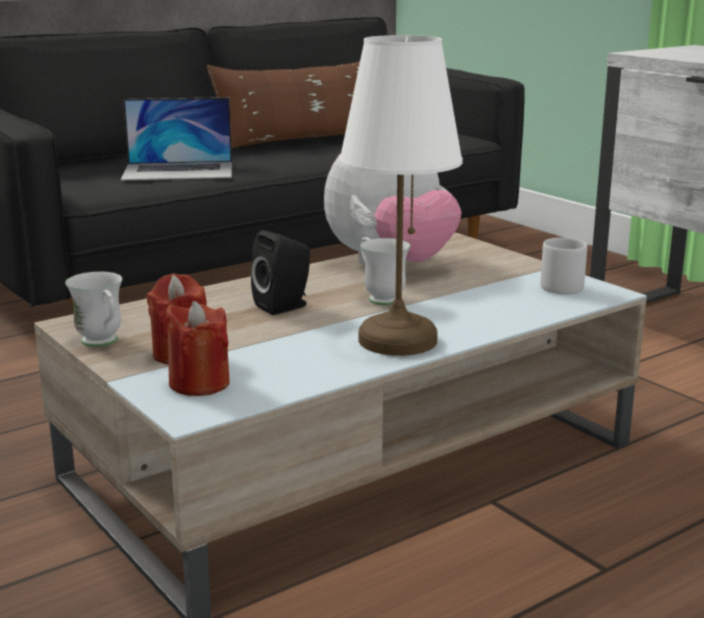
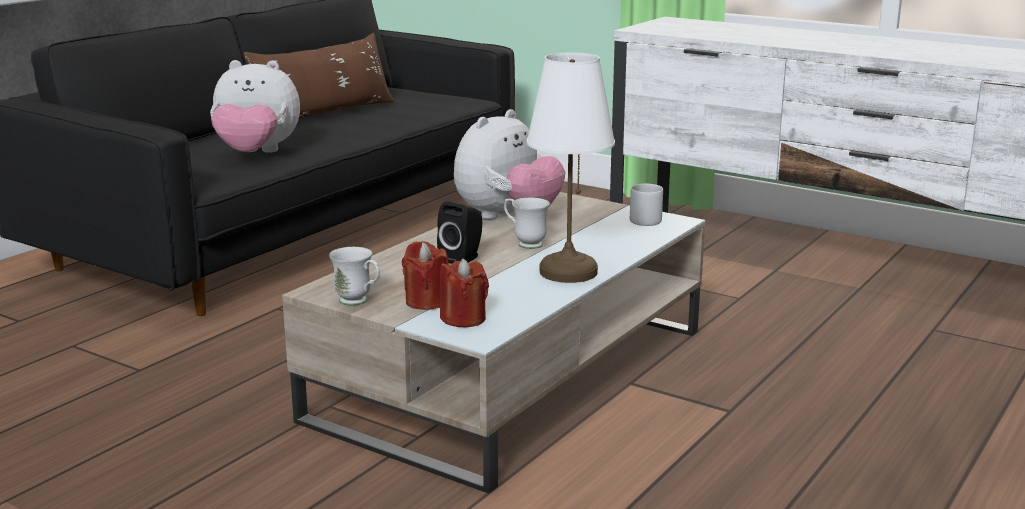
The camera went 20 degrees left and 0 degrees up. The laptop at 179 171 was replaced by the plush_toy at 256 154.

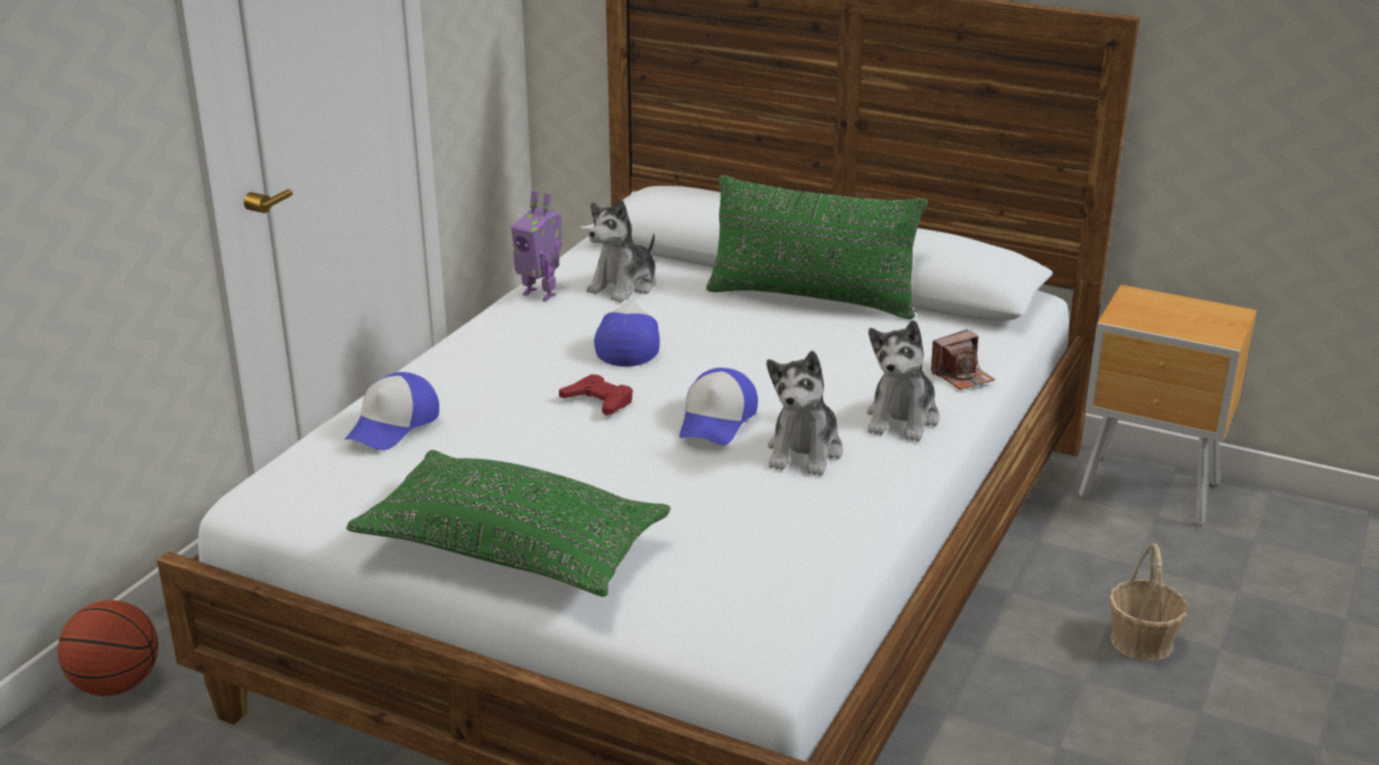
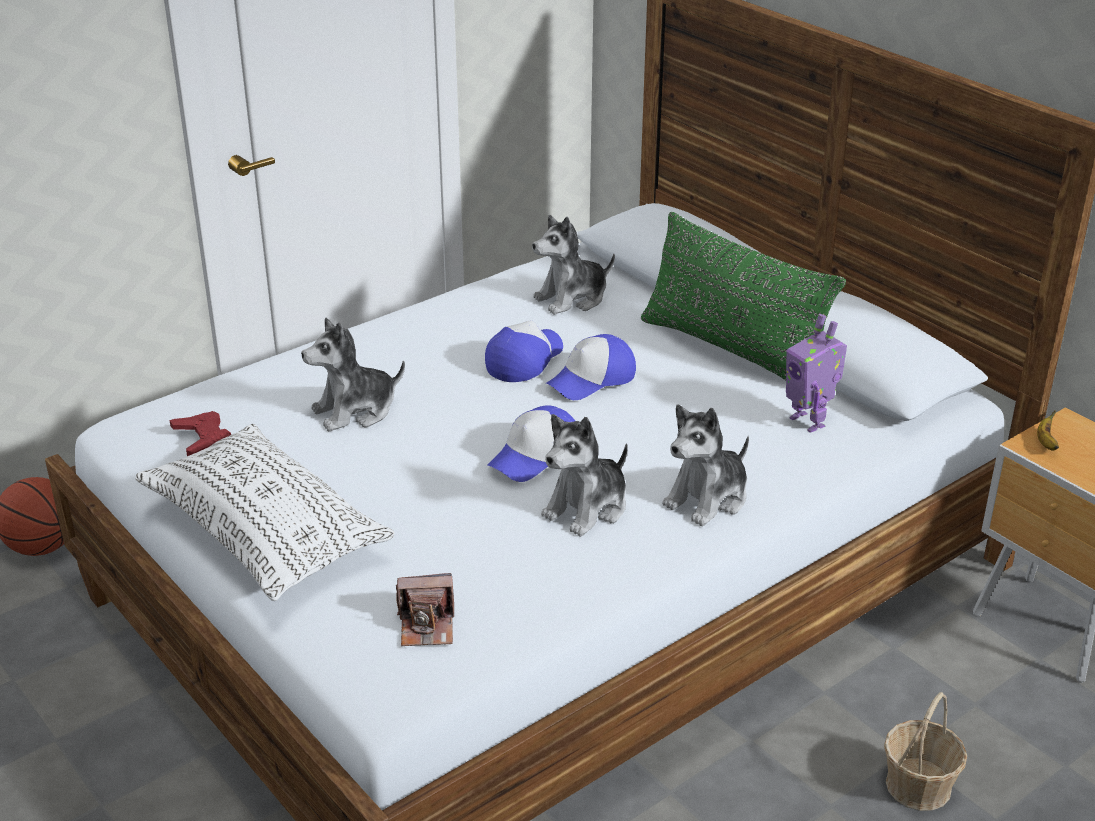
The camera went 25 degrees right and 5 degrees up. The cap moved from 393 425 to 592 379. The green_pillow at 512 550 became the white_pillow at 265 533. The toy_robot moved from 540 294 to 809 421. The red_game_controller moved from 598 401 to 203 439. The photo_camera moved from 962 376 to 427 626. The plush_toy at 355 411 appeared. The banana at 1046 442 appeared.

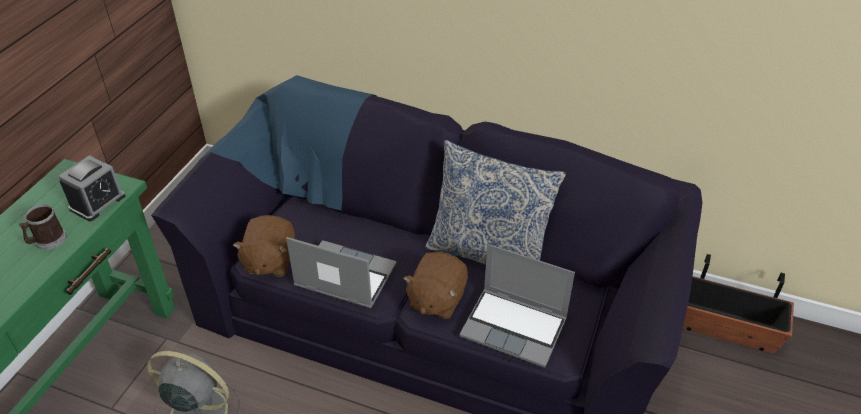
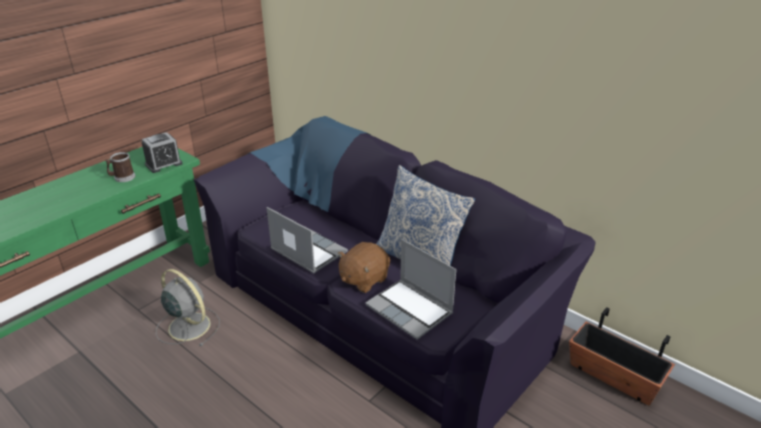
The camera went 20 degrees right and 10 degrees down. The brown_plush_toy at 269 261 disappeared.

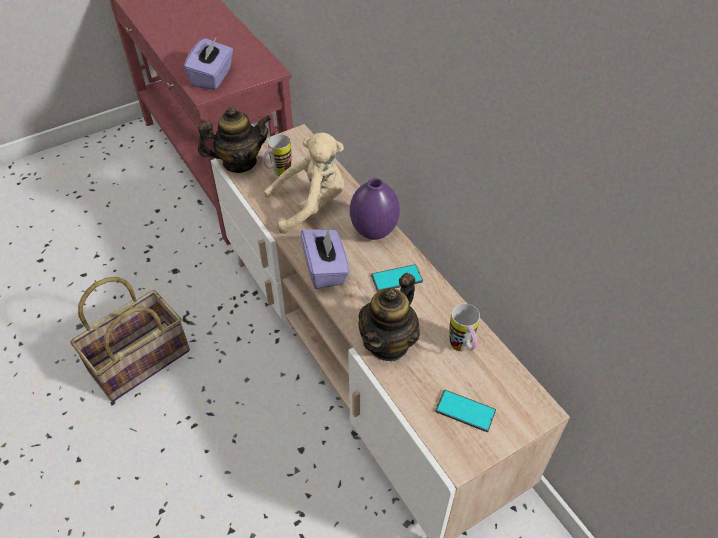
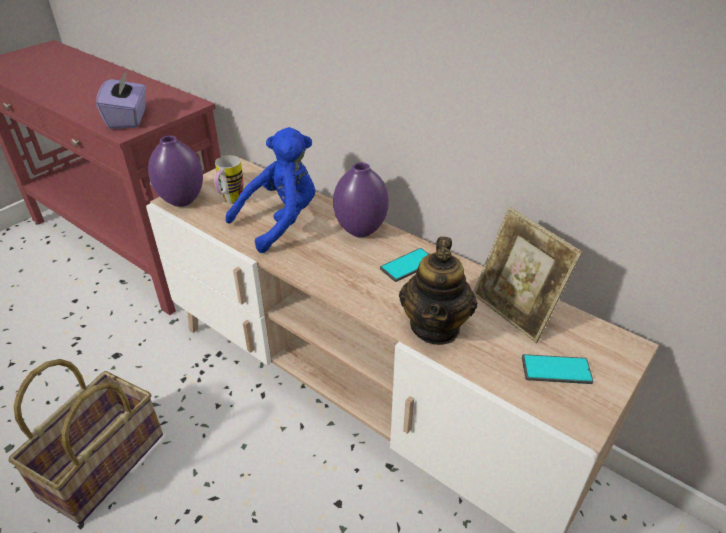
The camera went 20 degrees left and 10 degrees down. The teapot at 239 163 was replaced by the purple_vase at 181 201. The beige_plush_toy at 311 205 became the blue_plush_toy at 281 222. The purple_tissue_box at 325 269 disappeared. The mug at 462 349 was replaced by the picture_frame at 514 311.

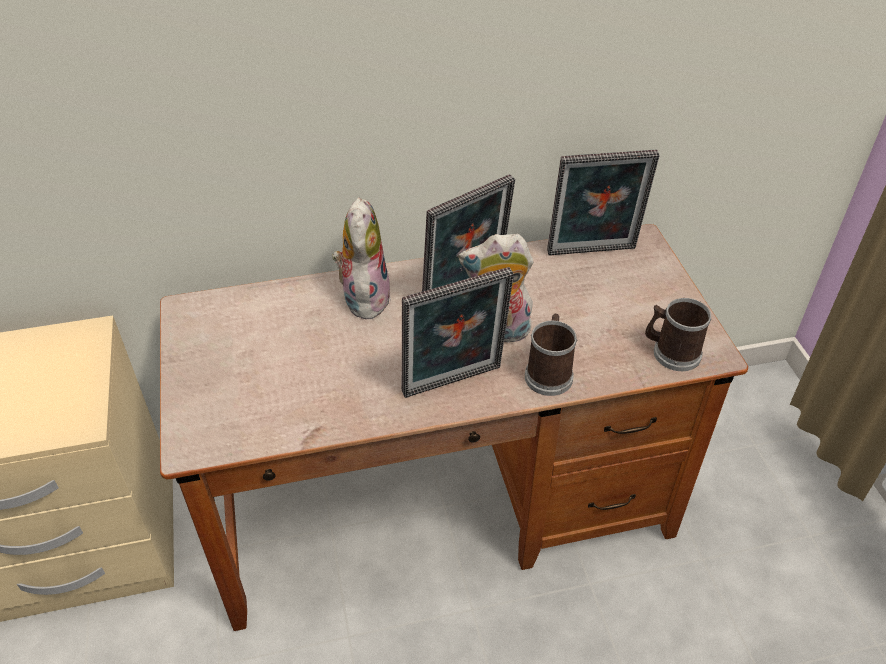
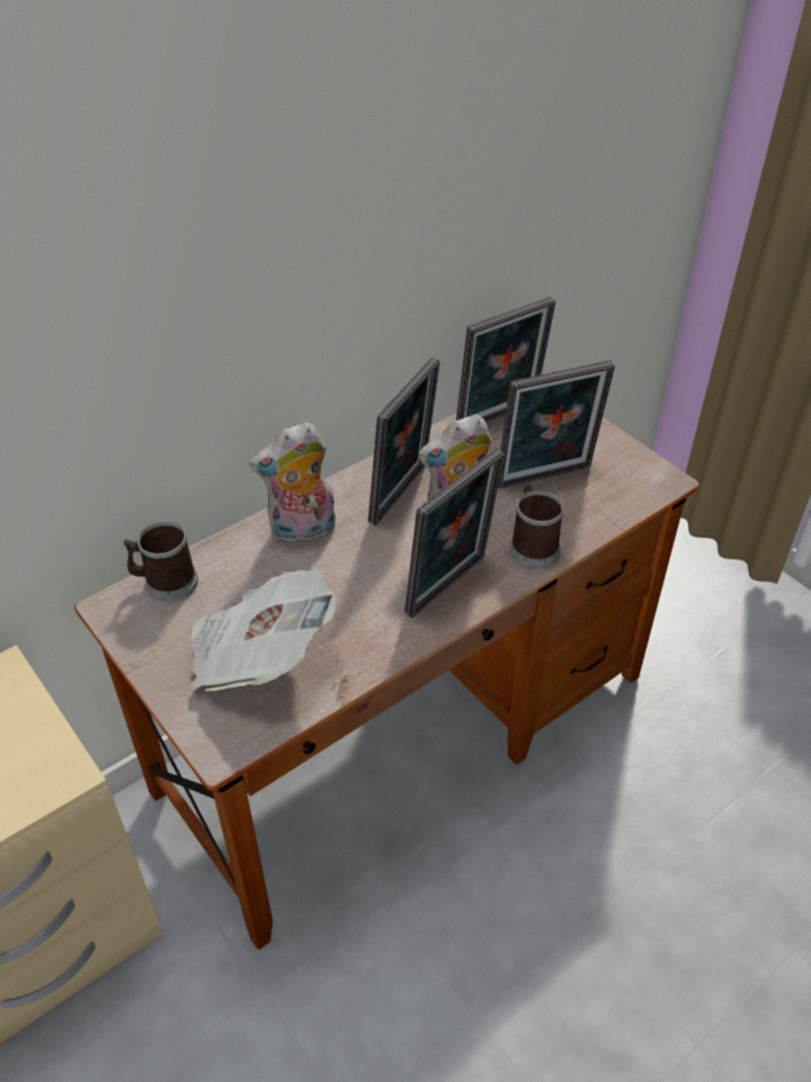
The camera went 25 degrees left and 0 degrees up. The plush_toy at 364 297 turned 90 degrees counterclockwise. The mug moved from 671 352 to 165 582. The newspaper at 259 655 appeared. The picture_frame at 546 479 appeared.

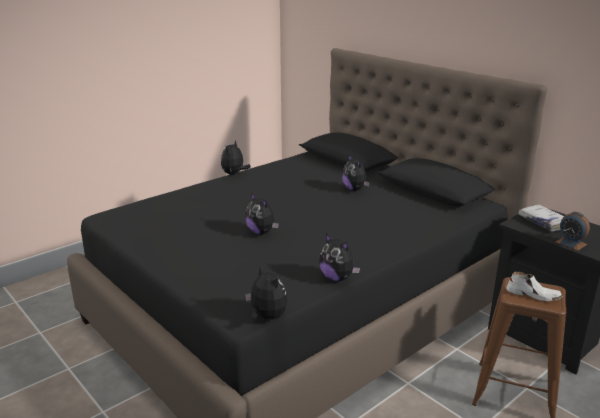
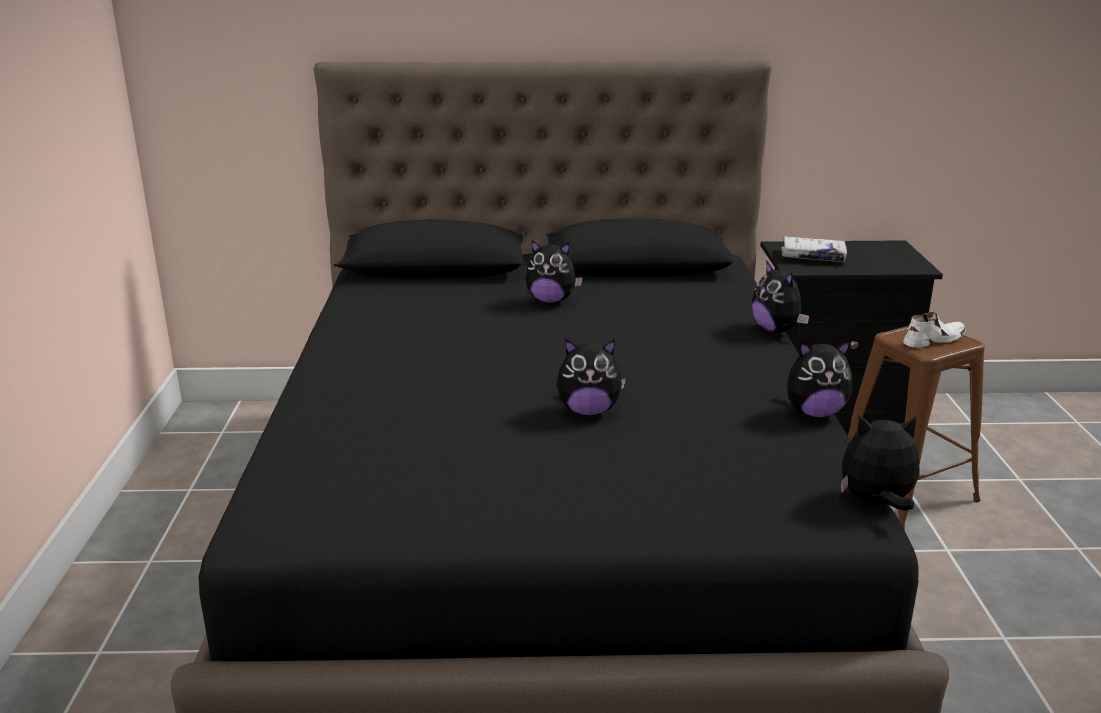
The camera went 50 degrees left and 0 degrees up. The plush_toy moved from 234 174 to 776 330. The alarm_clock at 571 243 disappeared.

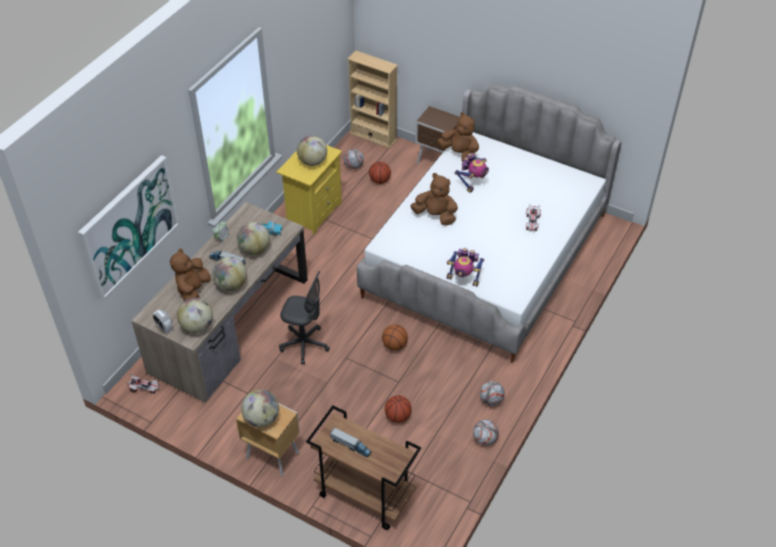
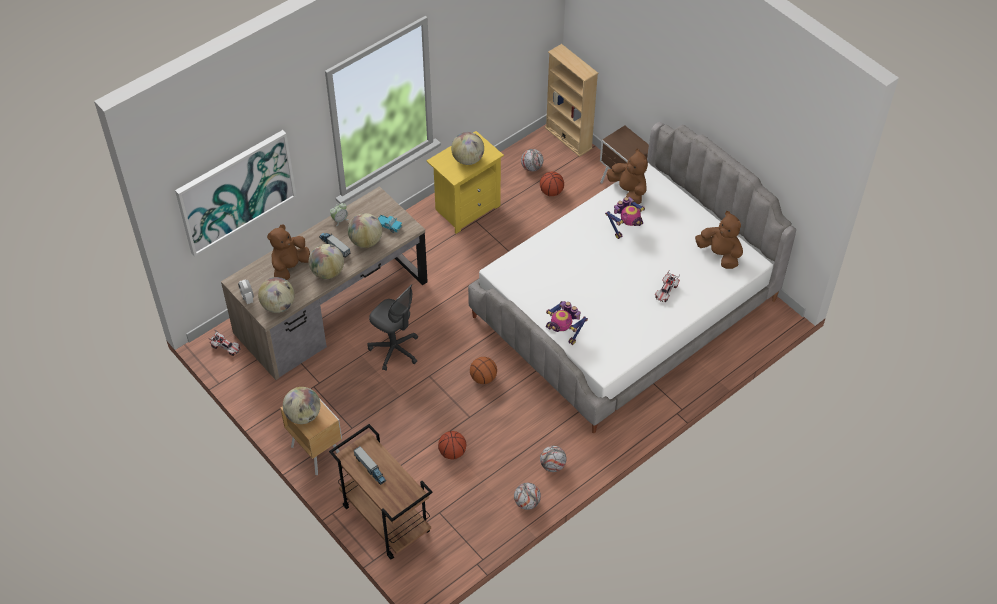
The camera went 20 degrees right and 5 degrees up. The brown_plush_toy moved from 435 216 to 719 254.

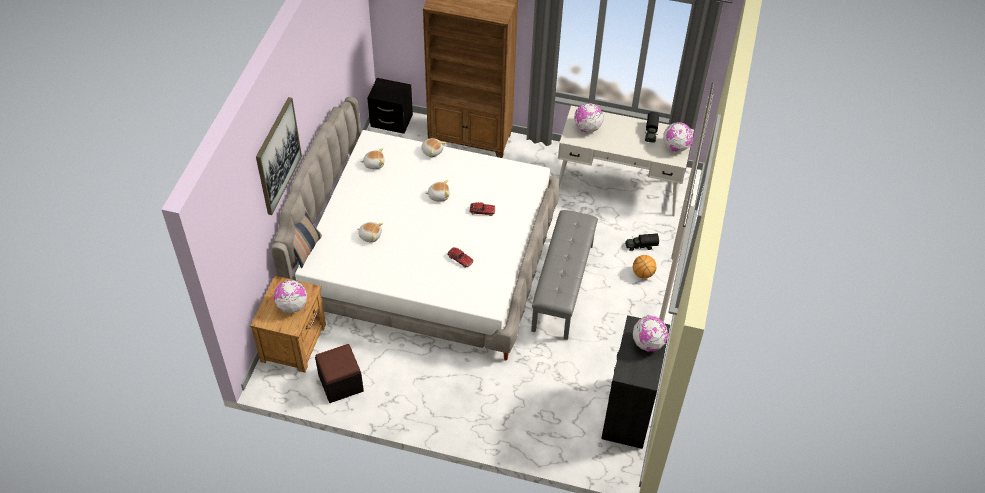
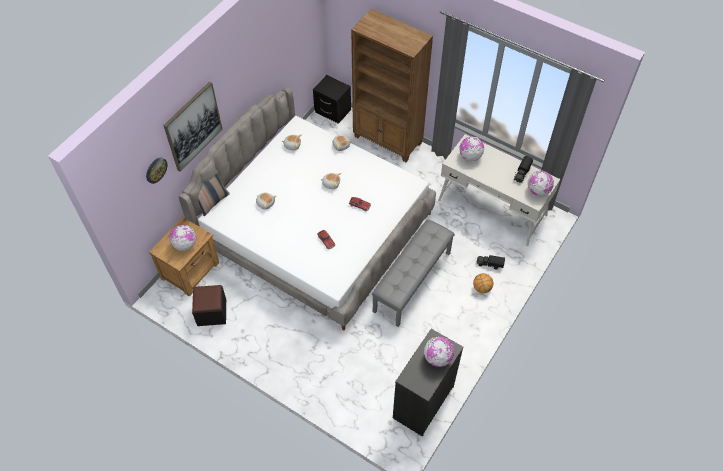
The camera went 20 degrees right and 5 degrees up. The wall_clock at 156 170 appeared.

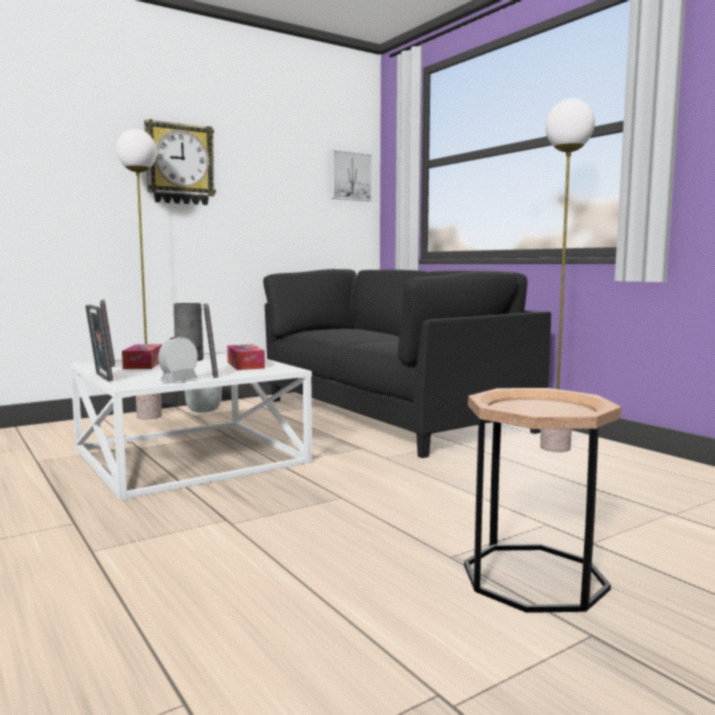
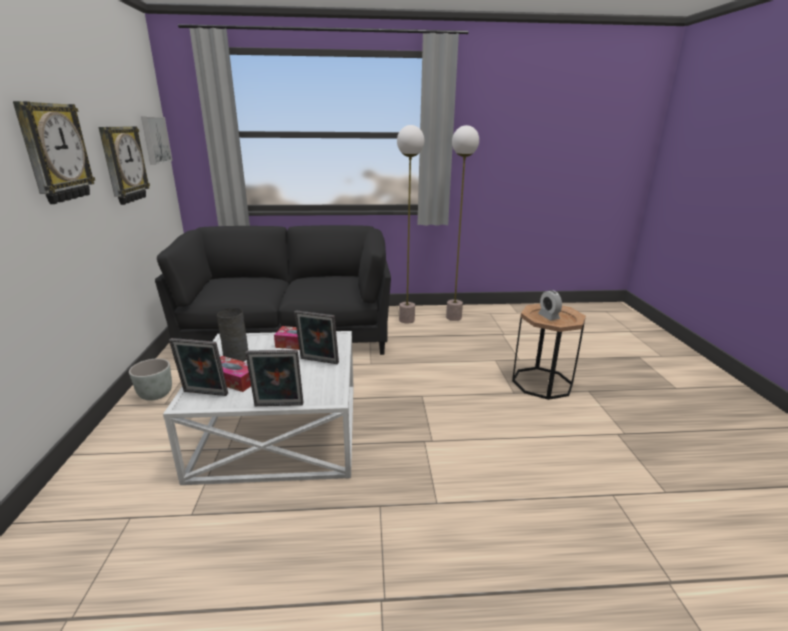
The camera went 60 degrees left and 15 degrees up. The floor_lamp moved from 148 416 to 453 317. The alarm_clock moved from 179 380 to 548 316. The wall_clock at 123 164 appeared.

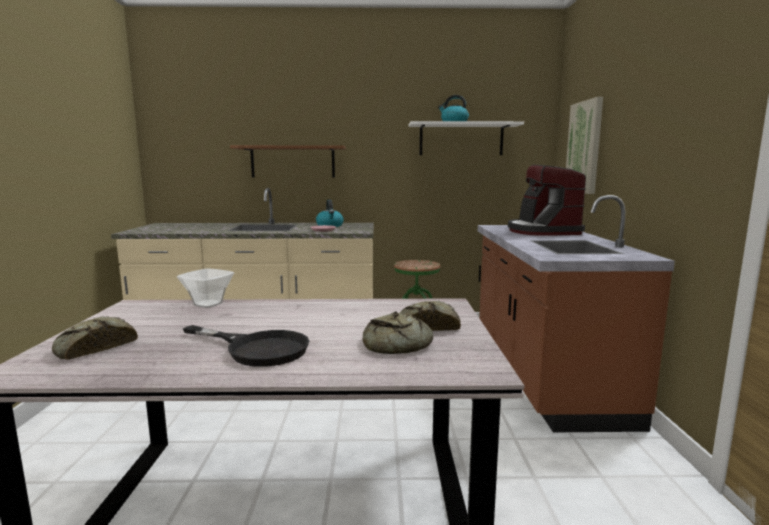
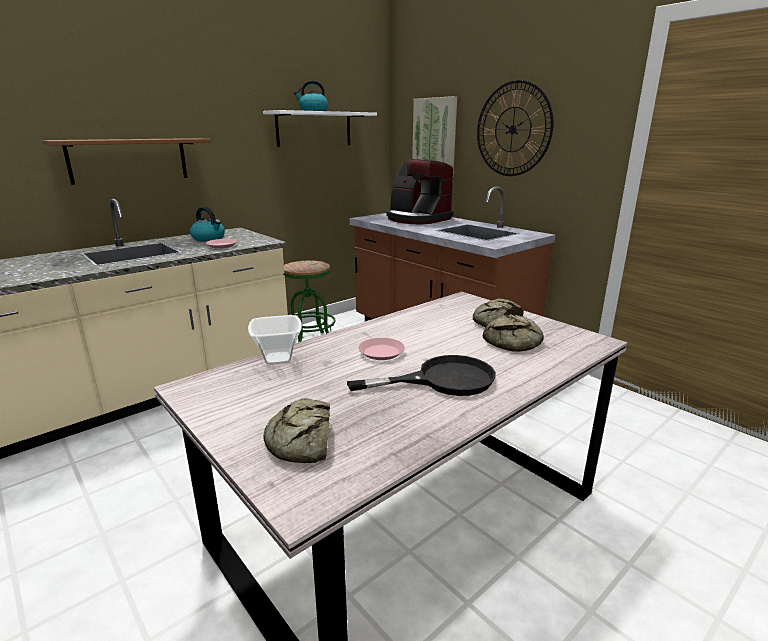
The camera went 40 degrees left and 10 degrees up. The pink_plate at 381 352 appeared. The wall_clock at 513 129 appeared.

